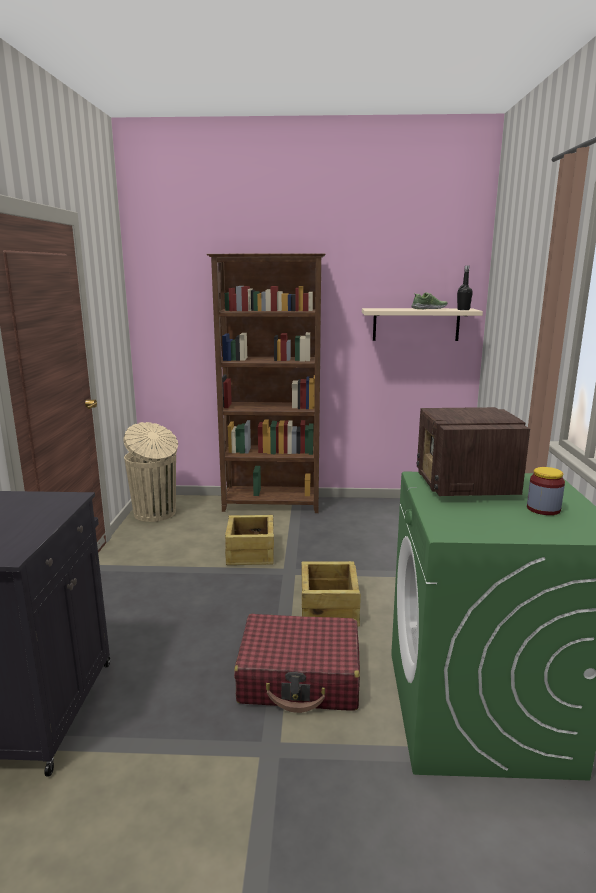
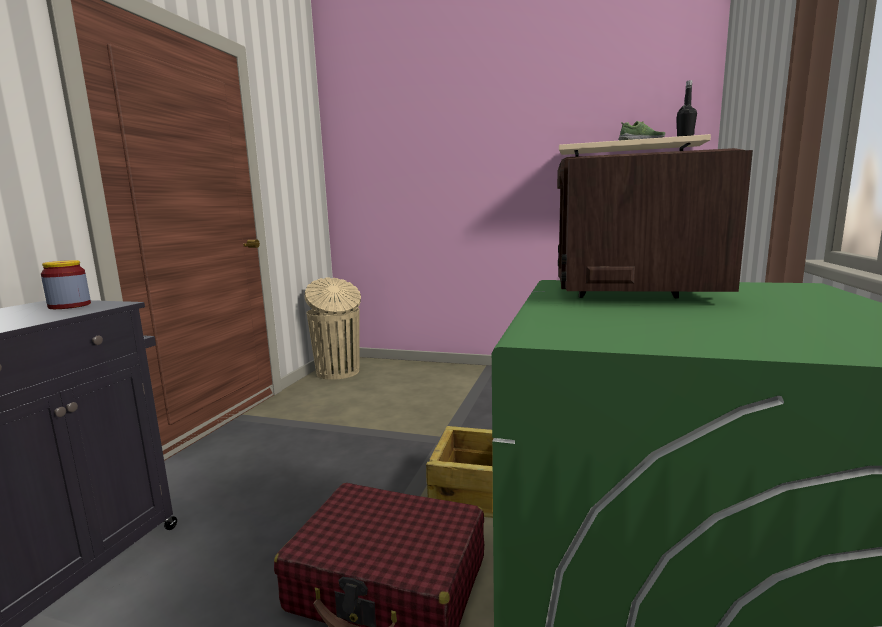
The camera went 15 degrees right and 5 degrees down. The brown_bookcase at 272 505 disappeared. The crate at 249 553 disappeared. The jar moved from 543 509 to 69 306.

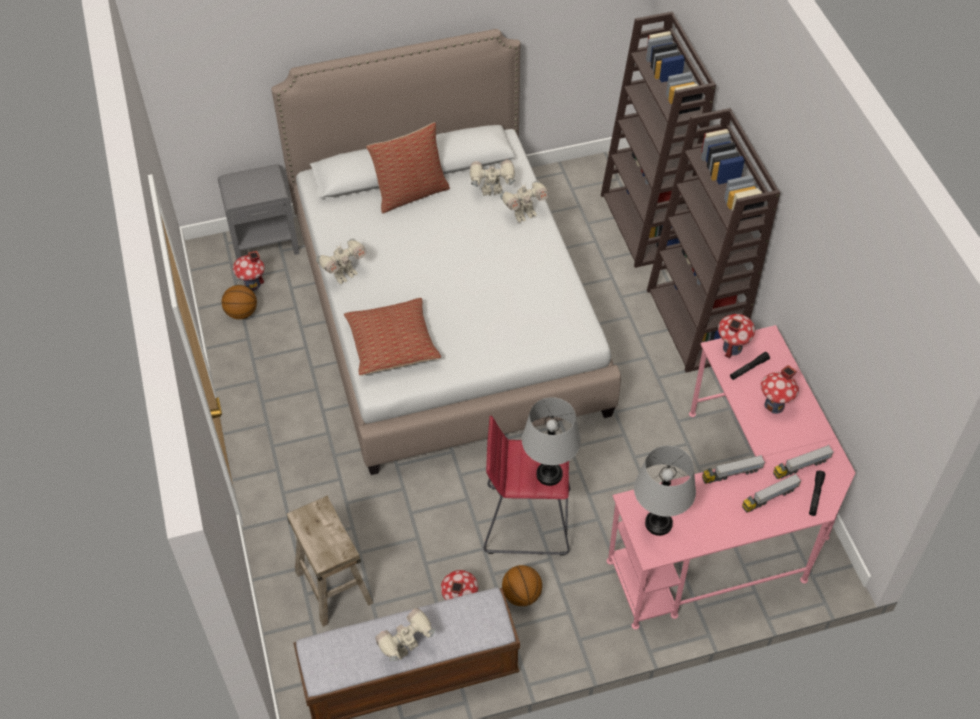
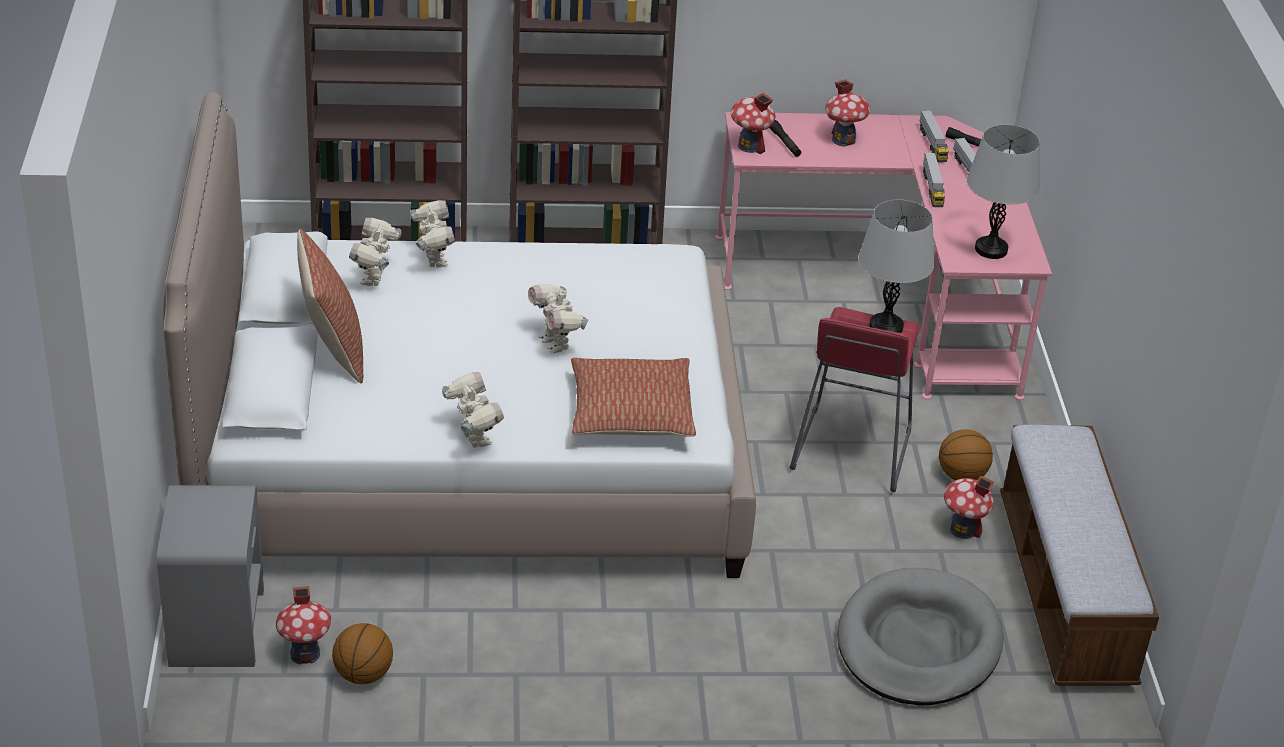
The camera went 80 degrees left and 15 degrees down. The beige_stool at 333 586 was replaced by the grey_dog_bed at 918 644. The toy_robot moved from 406 649 to 556 343.

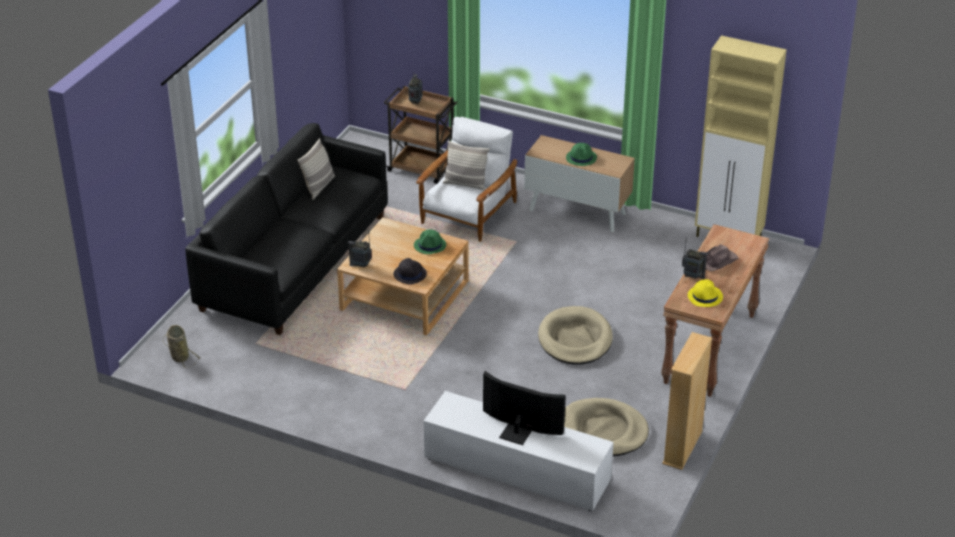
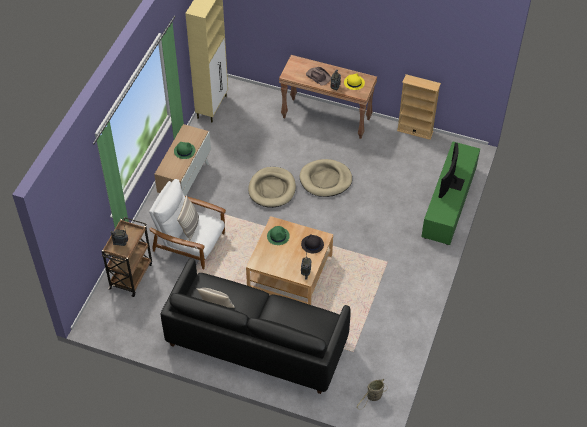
The camera went 95 degrees left and 15 degrees up. The white_tv_stand at 515 470 became the green_tv_stand at 449 203. The beige_dog_bed moved from 603 431 to 272 189.

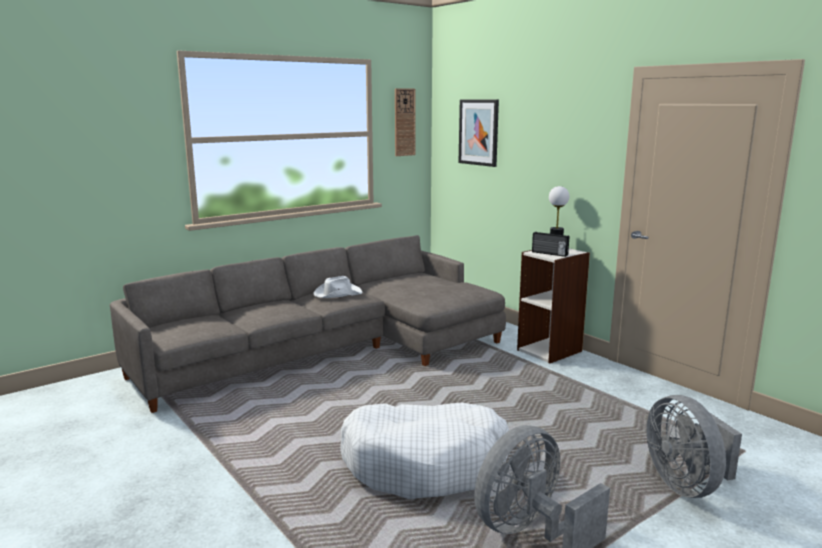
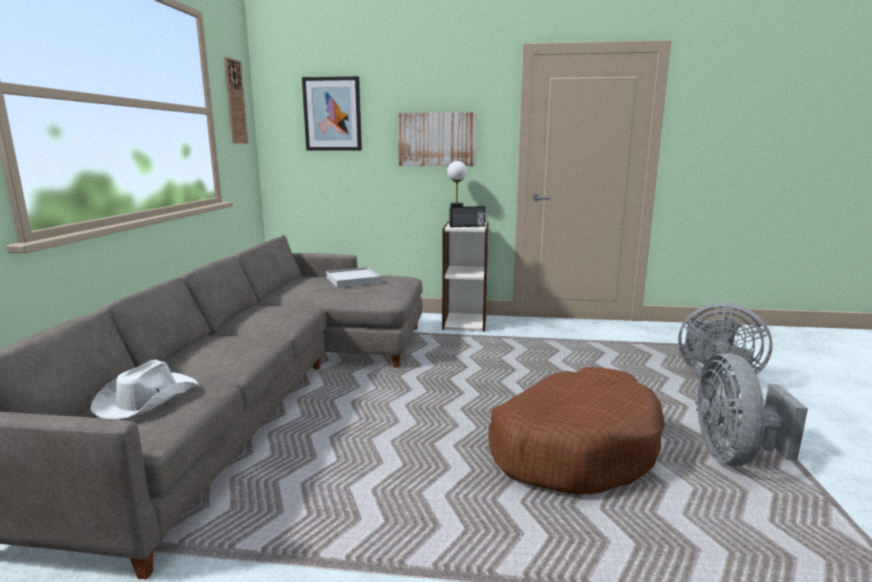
The camera went 45 degrees left and 0 degrees up. The white_hat moved from 337 293 to 146 398. The white_dog_bed at 425 463 became the brown_dog_bed at 573 447. The white_tray at 353 280 appeared. The picture at 437 139 appeared.

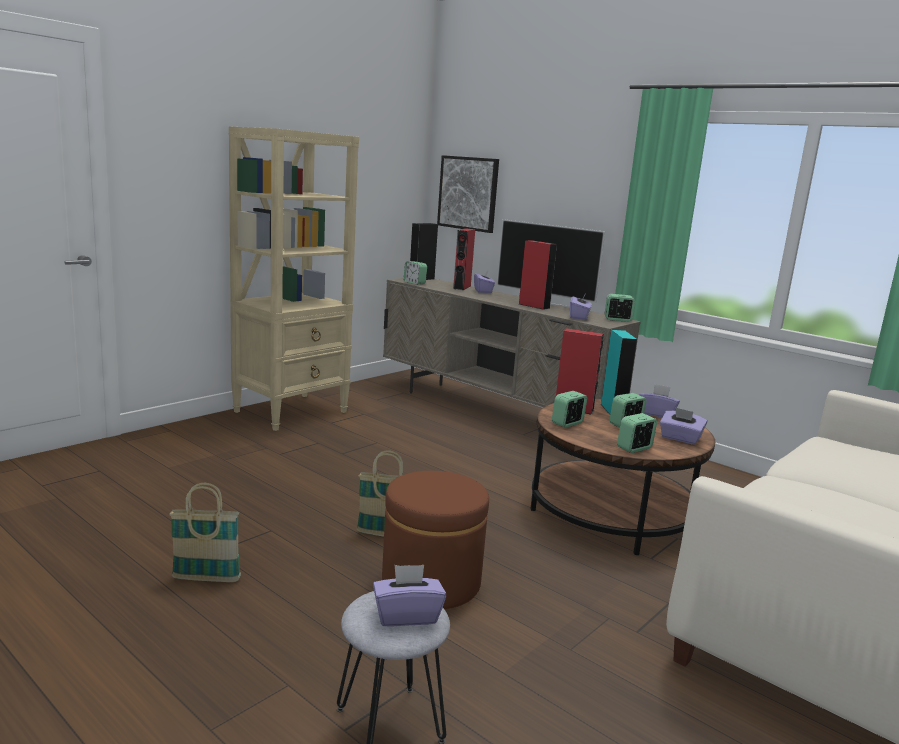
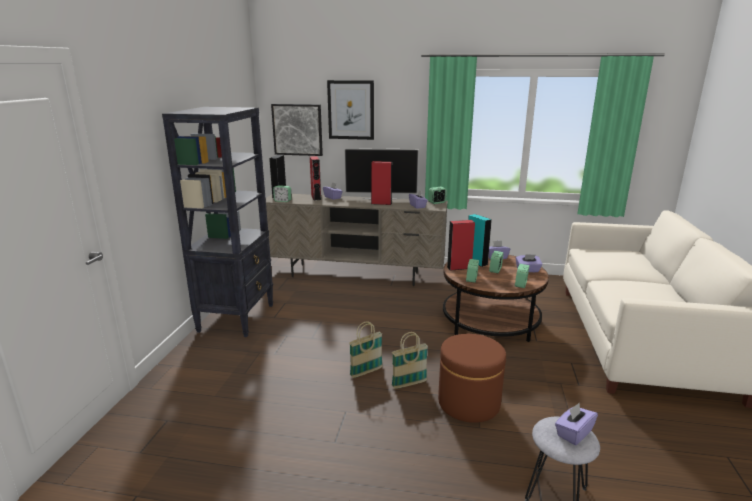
The camera went 30 degrees left and 5 degrees up. The basket moved from 206 579 to 366 372. The beige_bookcase at 292 411 became the black_bookcase at 237 317. The picture at 351 110 appeared.

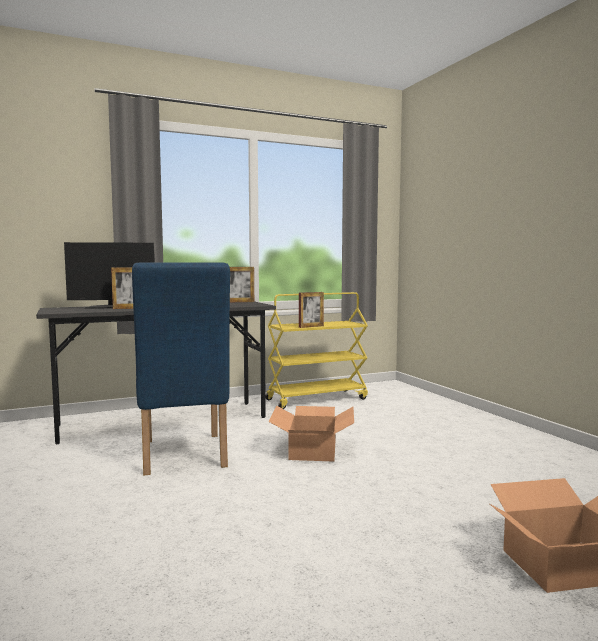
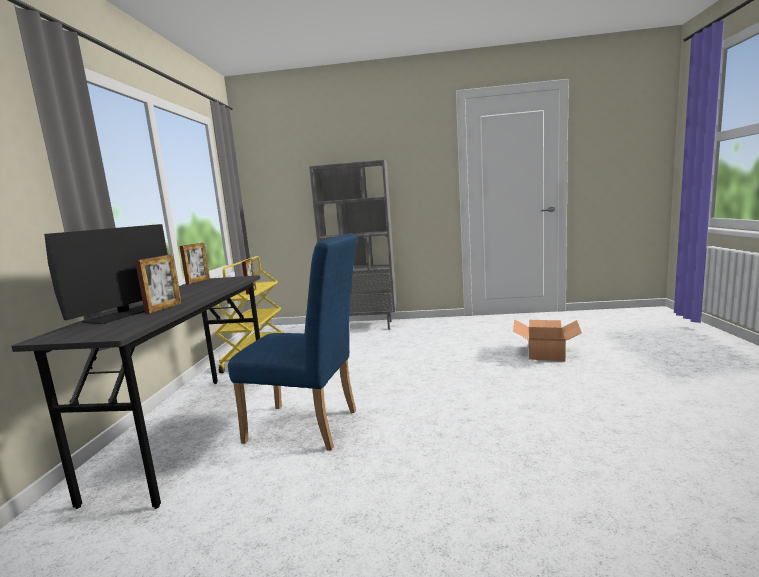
The camera went 60 degrees left and 5 degrees up. The cardboard_box at 313 450 disappeared. The grey_bookcase at 363 326 appeared.

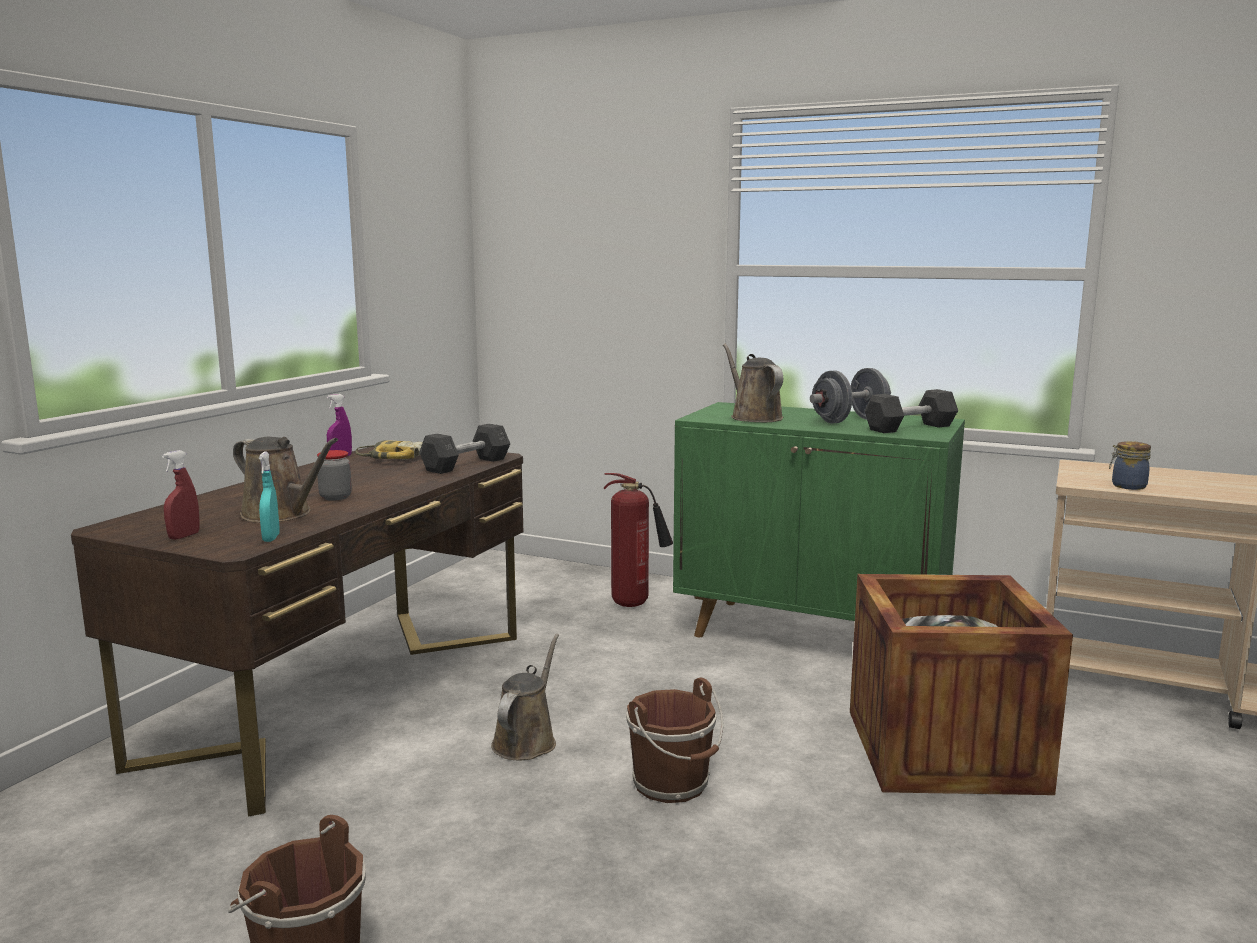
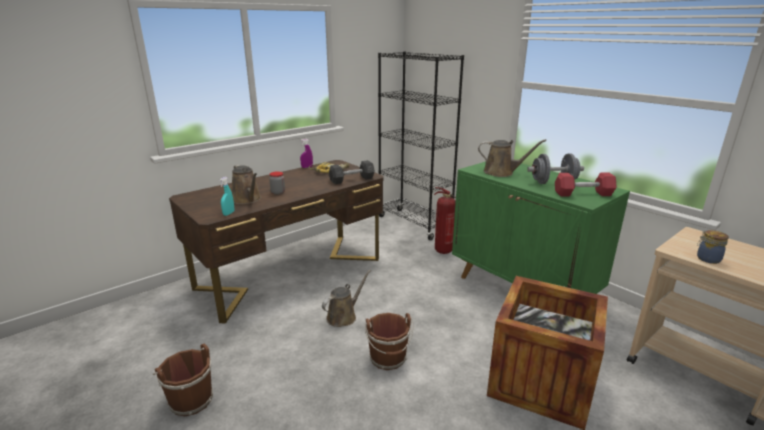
The camera went 25 degrees right and 10 degrees up. The red_spray_bottle at 184 536 disappeared. The brown_watering_can at 753 417 turned 105 degrees clockwise. The grey_dumbbell at 910 428 became the red_dumbbell at 583 194. The black_bookcase at 414 224 appeared.

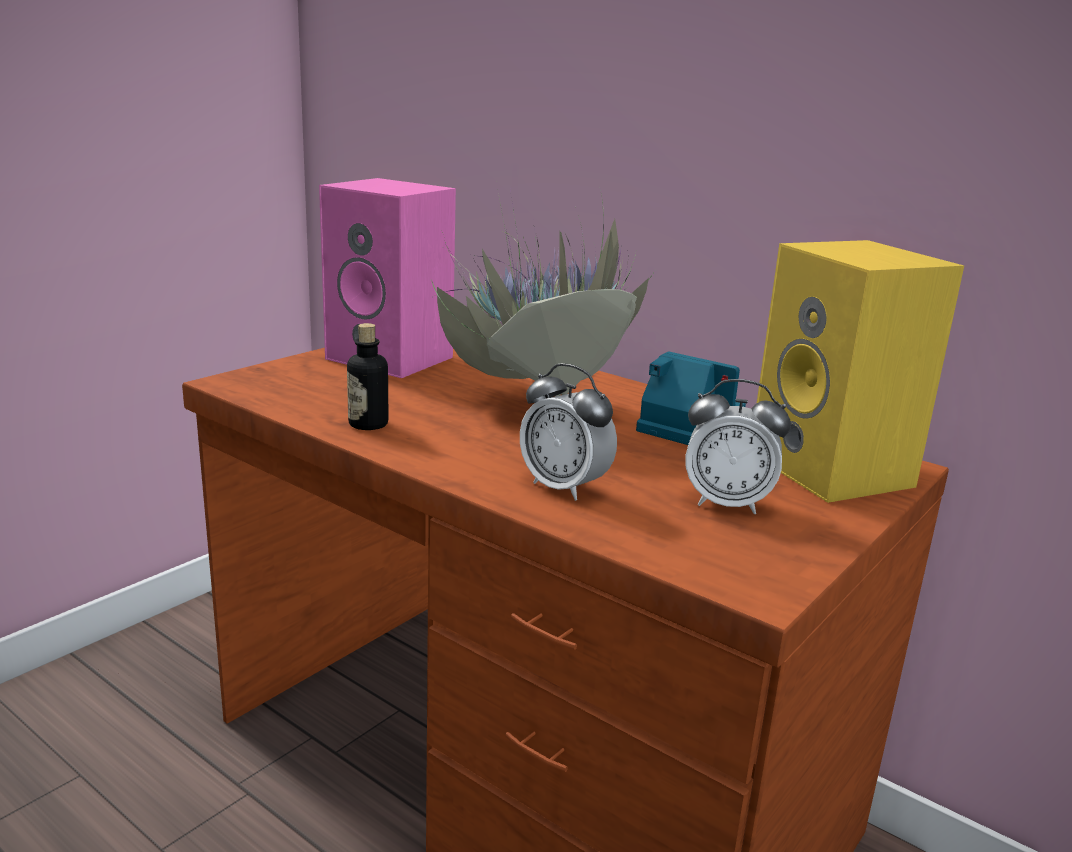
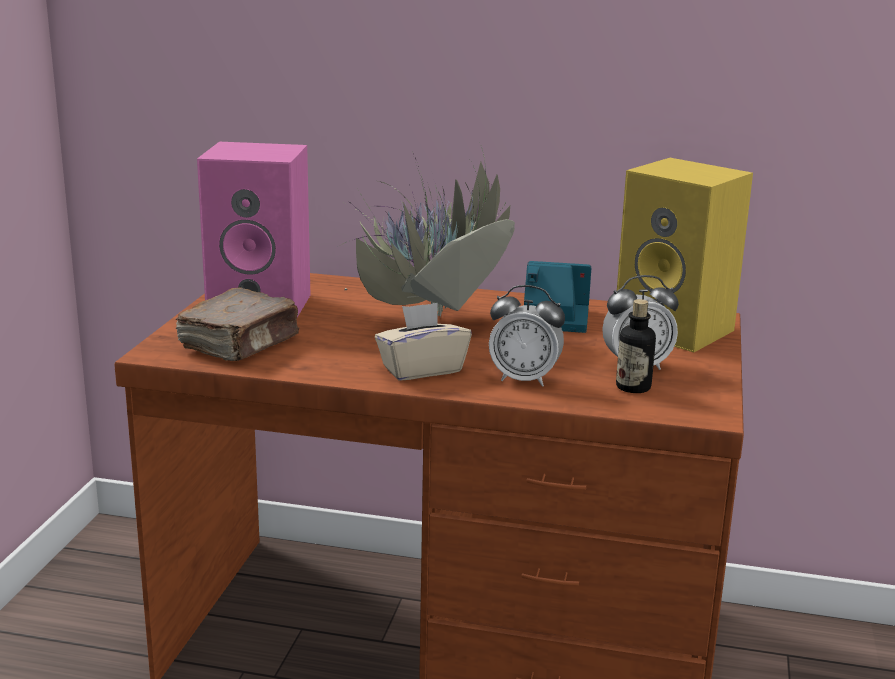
The camera went 25 degrees left and 0 degrees up. The bottle moved from 368 424 to 633 387. The brown_book at 241 344 appeared. The beige_tissue_box at 421 369 appeared.

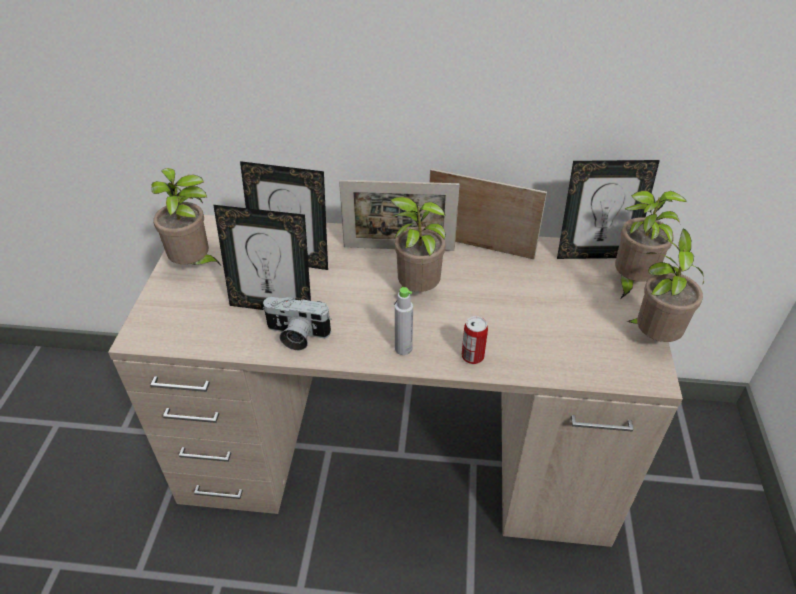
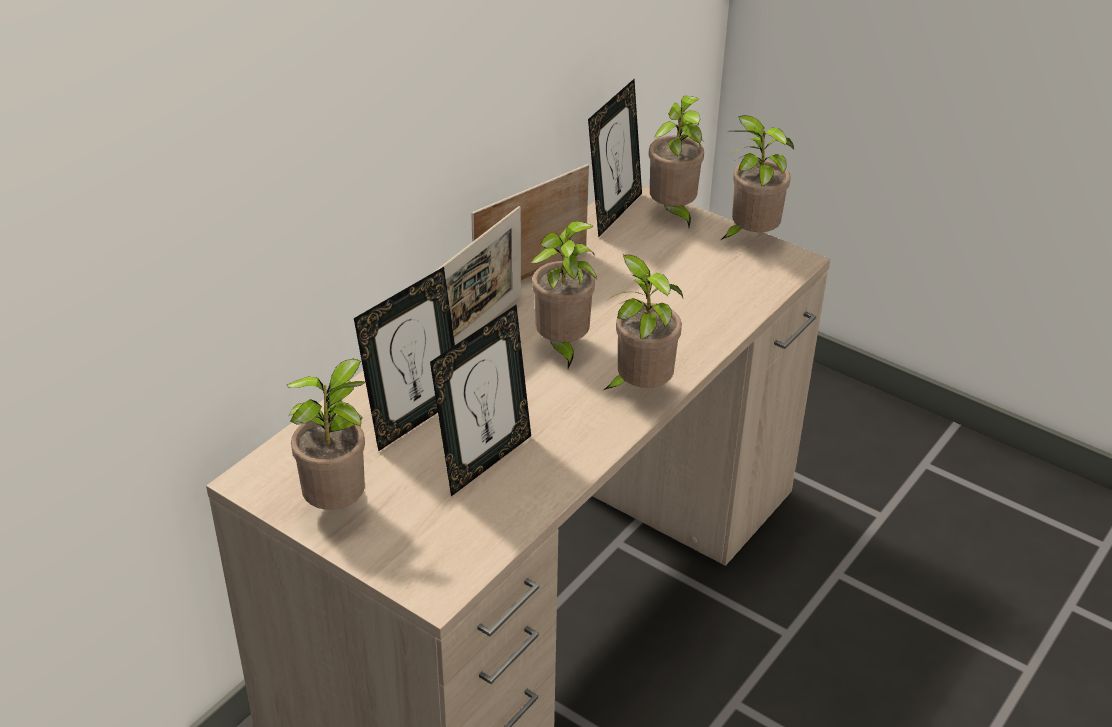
The camera went 60 degrees left and 5 degrees down. The photo_camera at 296 335 disappeared. The grey_bottle at 403 348 was replaced by the potted_plant at 639 389. The can at 472 356 disappeared.

